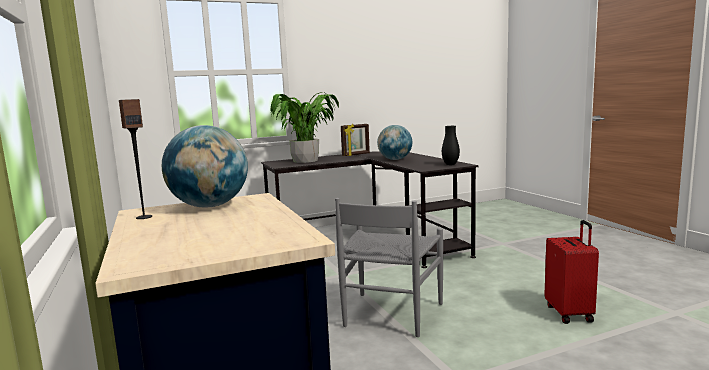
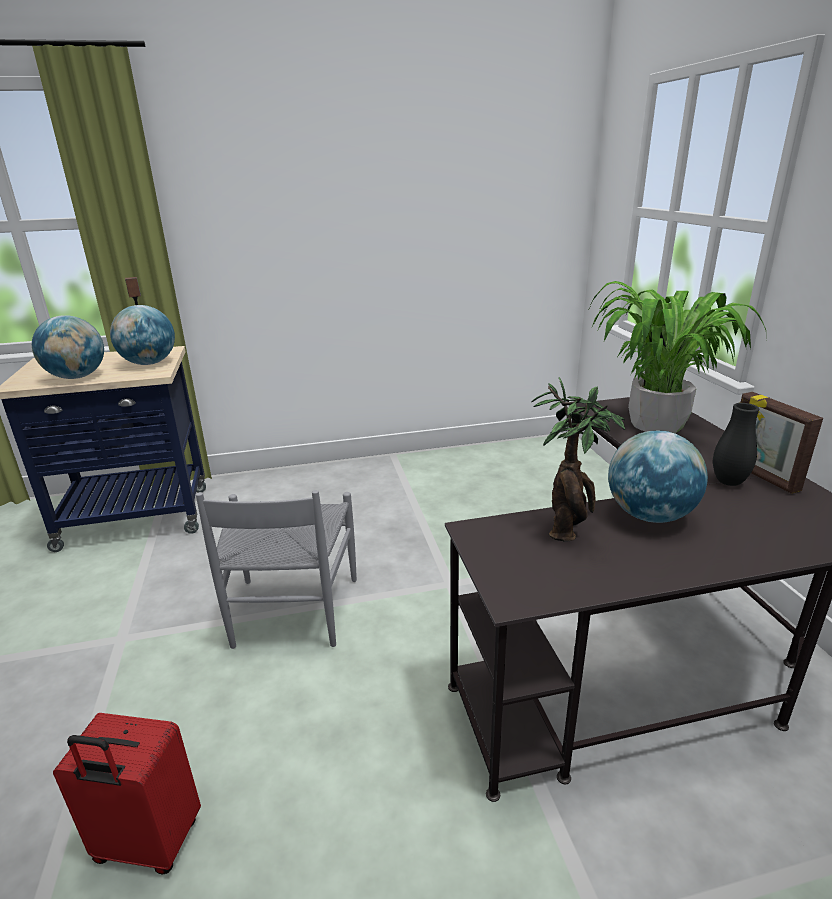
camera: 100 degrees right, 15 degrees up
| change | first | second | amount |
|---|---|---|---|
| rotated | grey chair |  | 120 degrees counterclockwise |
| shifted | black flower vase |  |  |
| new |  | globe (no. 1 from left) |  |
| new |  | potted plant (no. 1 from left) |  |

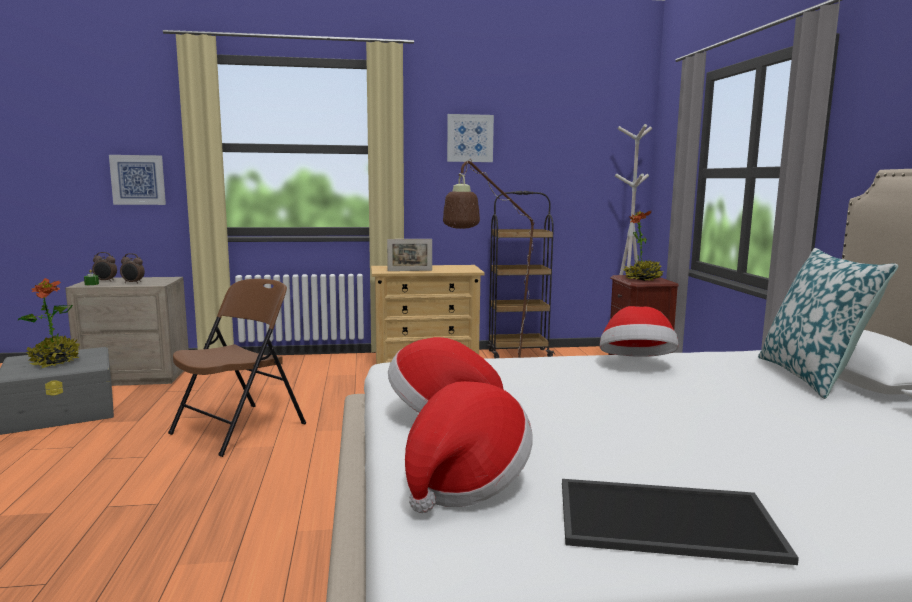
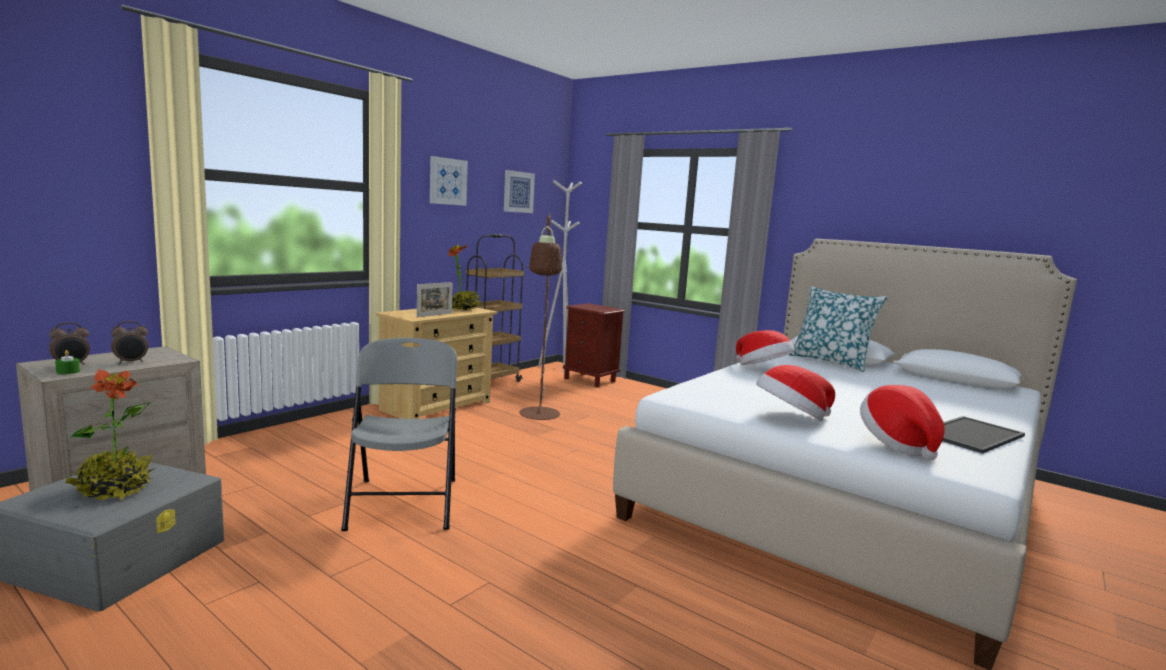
camera: 45 degrees left, 0 degrees up
| change | first | second | amount |
|---|---|---|---|
| shifted | wall art (no. 1 from left in the first image) | wall art (no. 2 from left) |  |
| repainted | brown-coloured chair | grey chair |  |
| shifted | potted plant (no. 2 from left) |  |  |

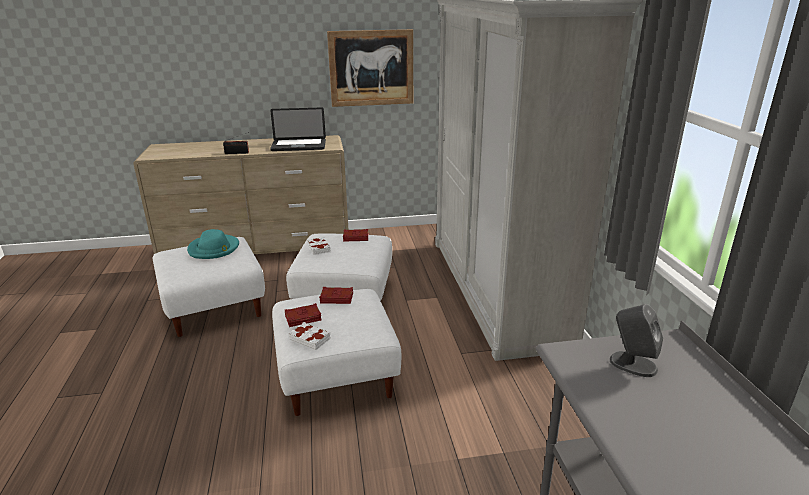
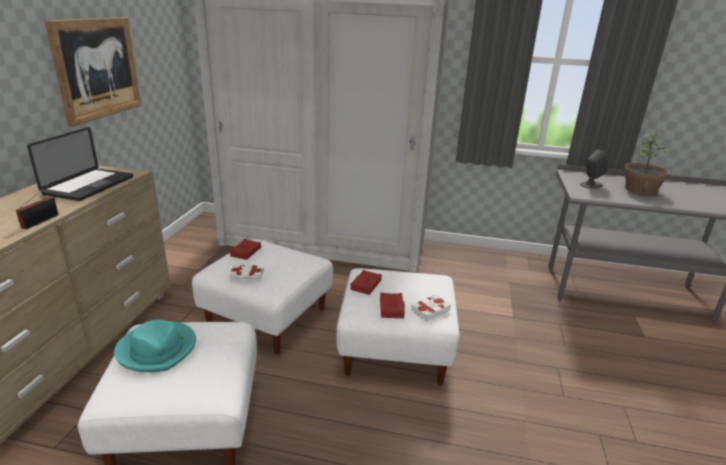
camera: 70 degrees left, 0 degrees up
| change | first | second | amount |
|---|---|---|---|
| new |  | potted plant |  |

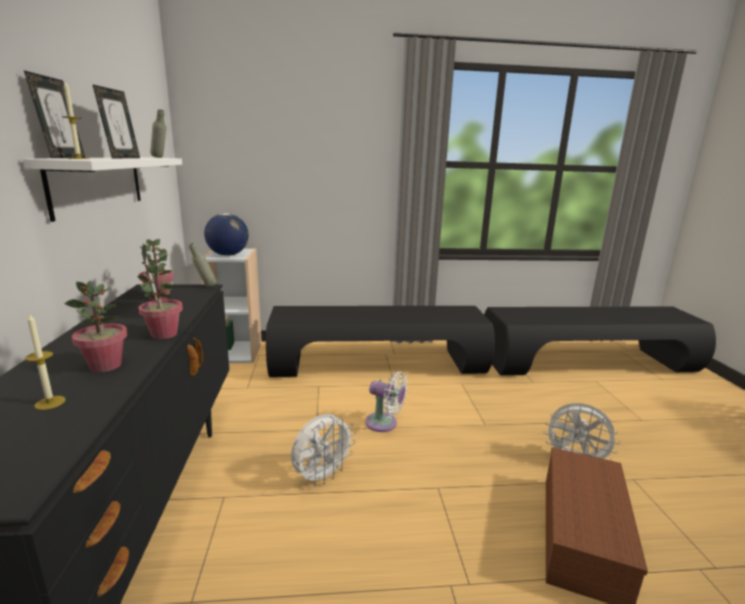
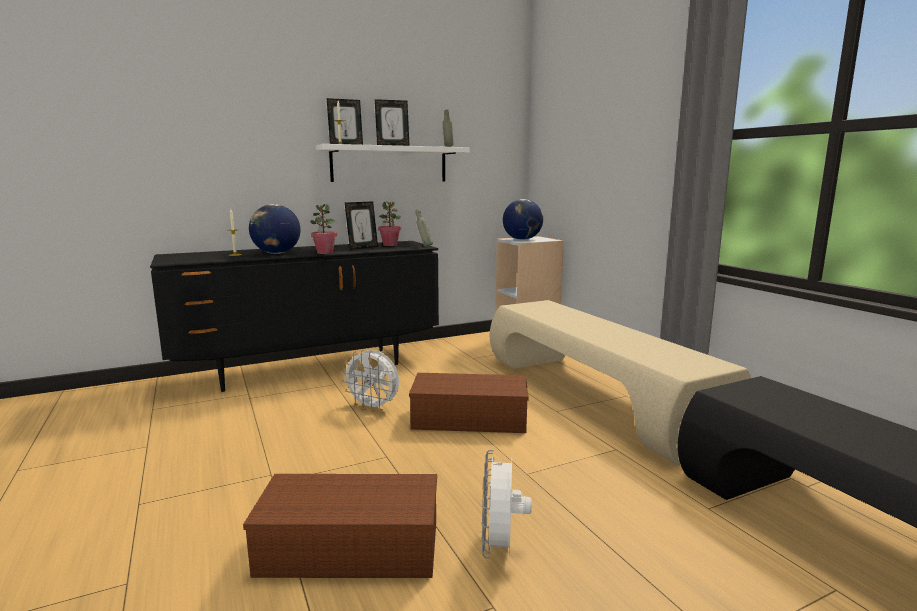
camera: 70 degrees right, 5 degrees down
| change | first | second | amount |
|---|---|---|---|
| swapped | potted plant (no. 1 from left) | globe (no. 1 from left) |  |
| repainted | black bench (no. 1 from left) | sand-coloured bench |  |
| swapped | whitish fan (no. 2 from left) | brown-coloured storage box (no. 2 from left) |  |

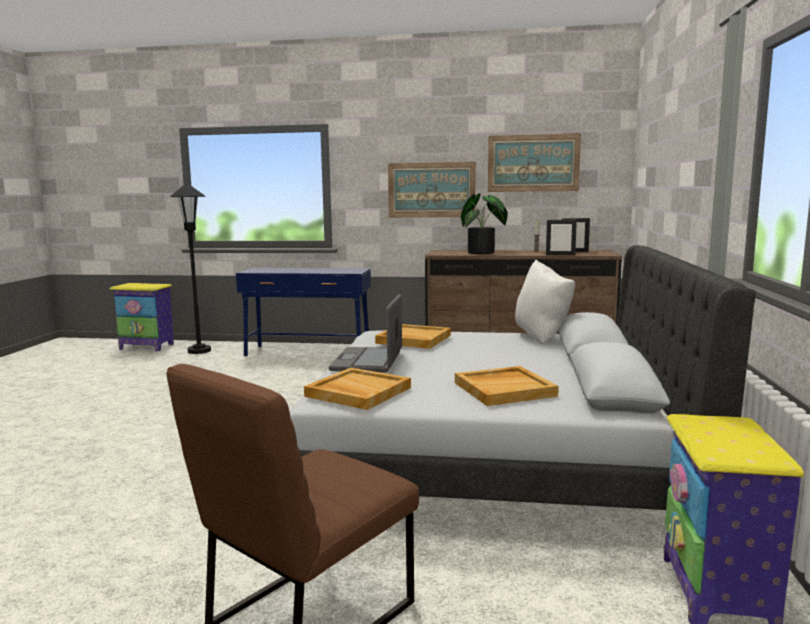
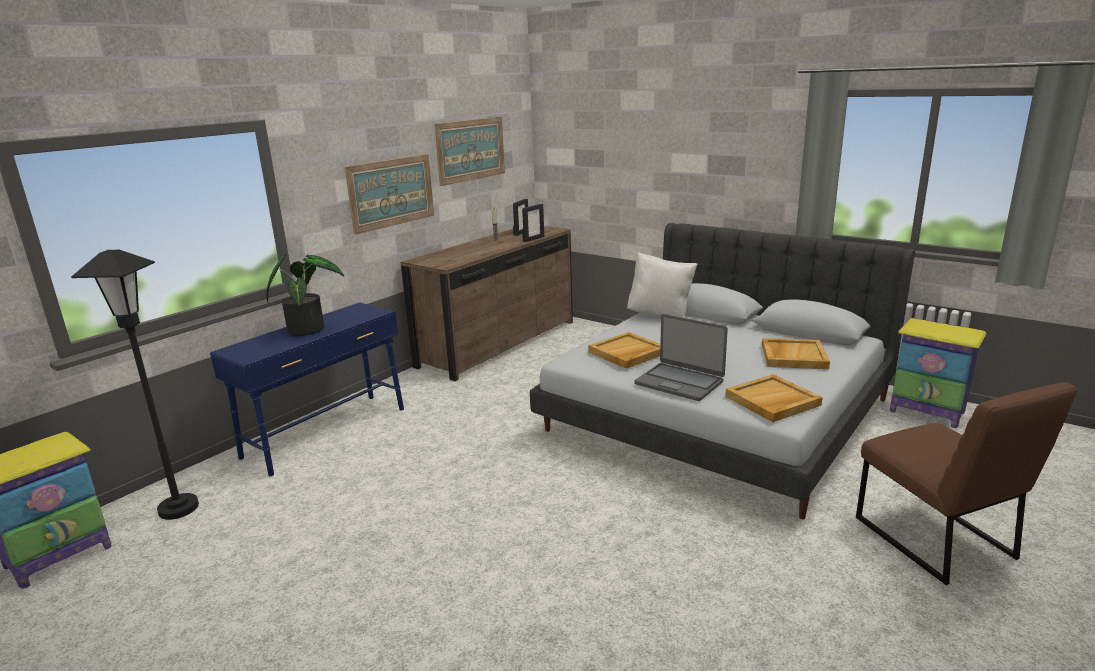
camera: 60 degrees left, 10 degrees up
| change | first | second | amount |
|---|---|---|---|
| shifted | potted plant |  |  |

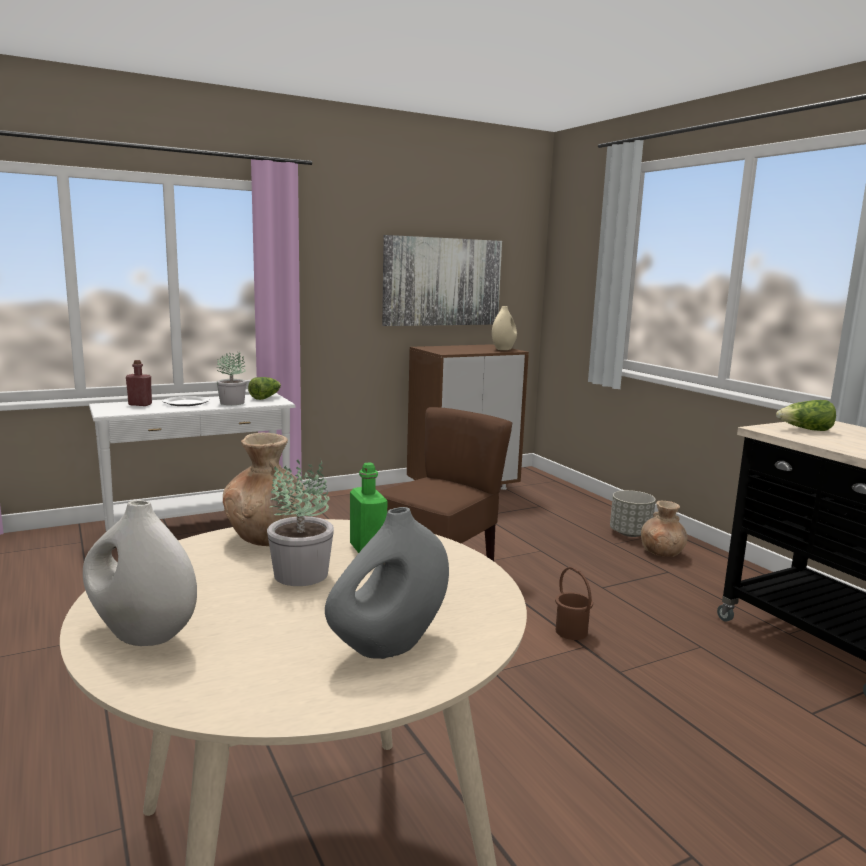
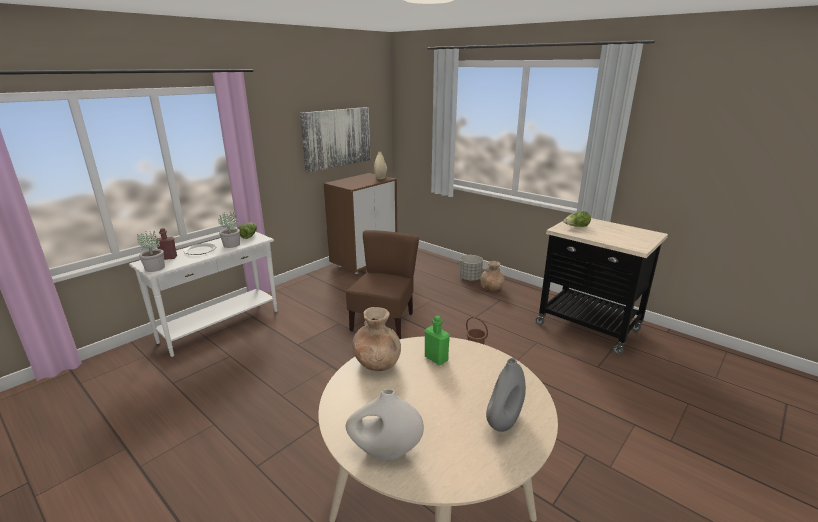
camera: 20 degrees left, 10 degrees up
| change | first | second | amount |
|---|---|---|---|
| shifted | potted plant (no. 2 from left in the first image) | potted plant (no. 1 from left) |  |

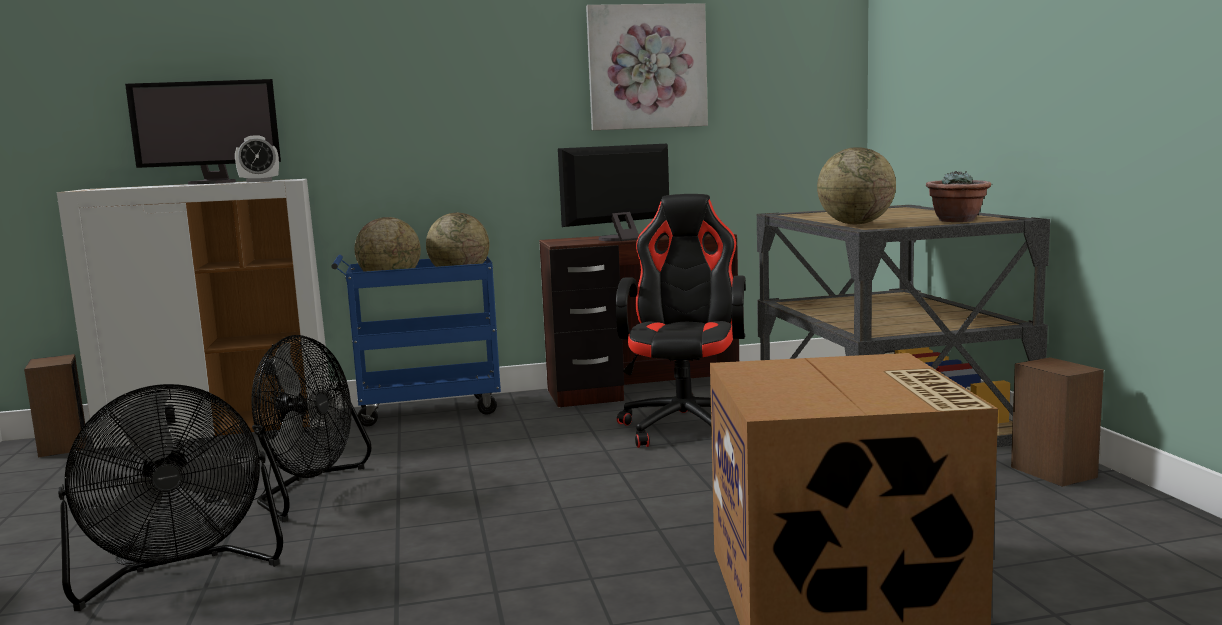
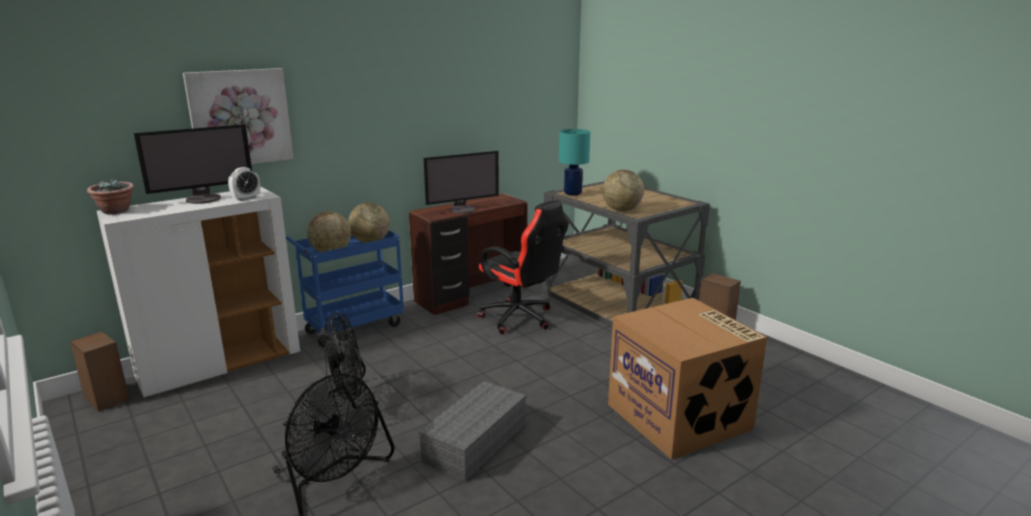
camera: 25 degrees left, 10 degrees up
| change | first | second | amount |
|---|---|---|---|
| rotated | computer screen (no. 2 from left) |  | 150 degrees counterclockwise |
| shifted | wall art |  |  |
| rotated | black computer chair |  | 150 degrees clockwise |
| shifted | potted plant |  |  |
| new |  | grey storage box |  |
| new |  | turquoise lamp for a table |  |

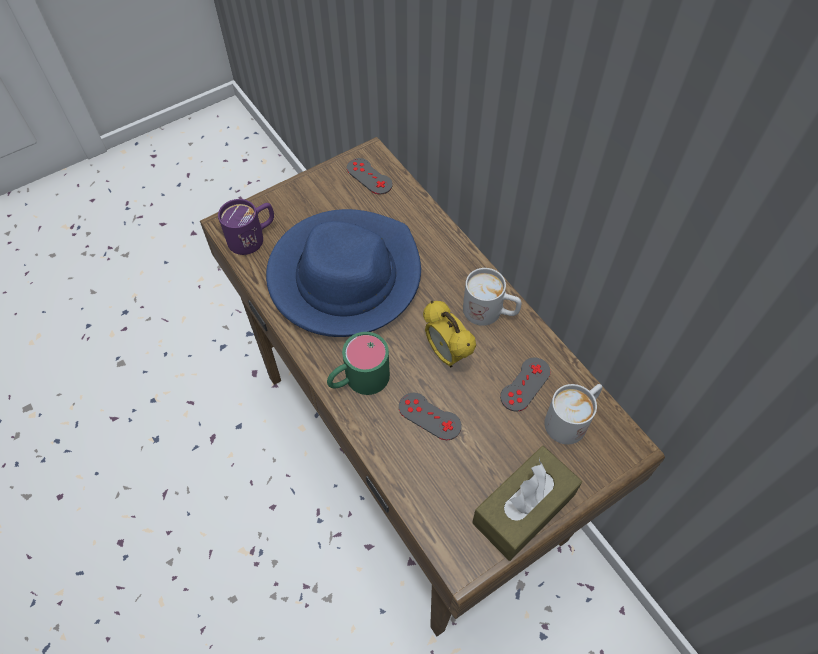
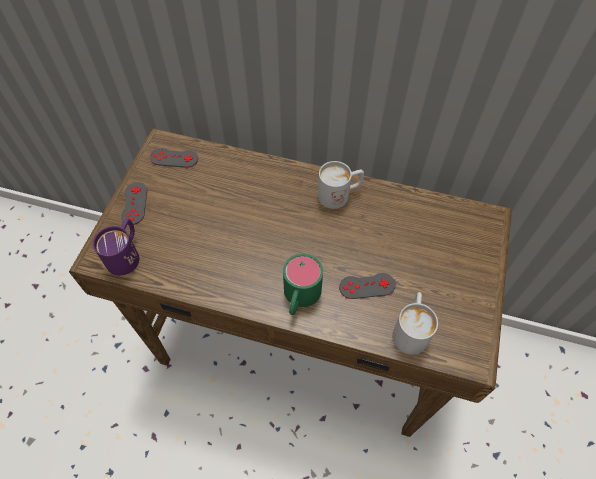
camera: 40 degrees left, 0 degrees up
| change | first | second | amount |
|---|---|---|---|
| gone | blue-coloured hat |  |  |
| gone | table clock |  |  |
| gone | brown-coloured tissue holder |  |  |
| shifted | grey gamepad (no. 3 from left in the first image) | grey gamepad (no. 1 from left) |  |
| shifted | whitish mug (no. 2 from left) |  |  |

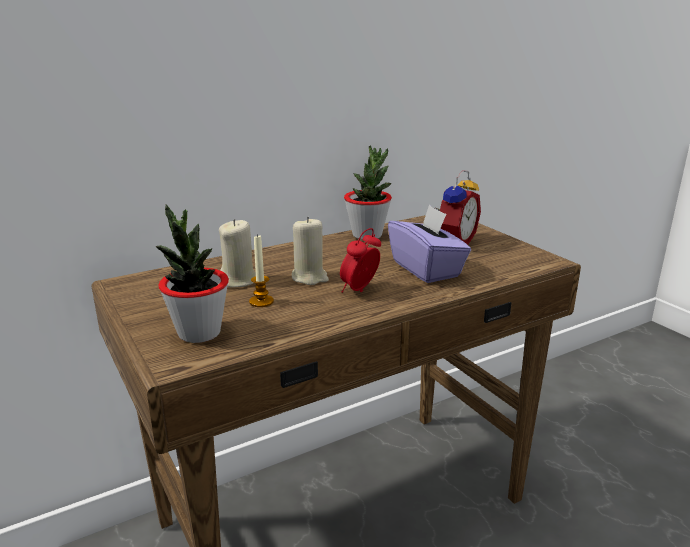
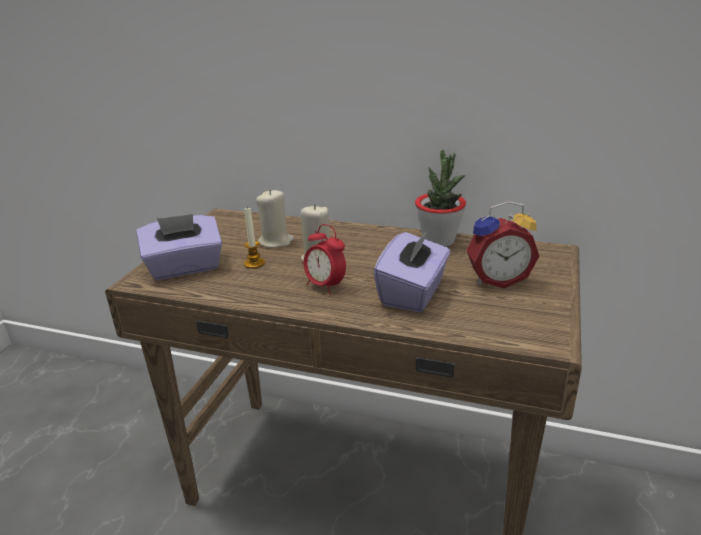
camera: 50 degrees right, 5 degrees up
| change | first | second | amount |
|---|---|---|---|
| swapped | potted plant (no. 1 from left) | purple tissue holder (no. 1 from left) |  |
| rotated | table clock (no. 1 from left) |  | 135 degrees counterclockwise |

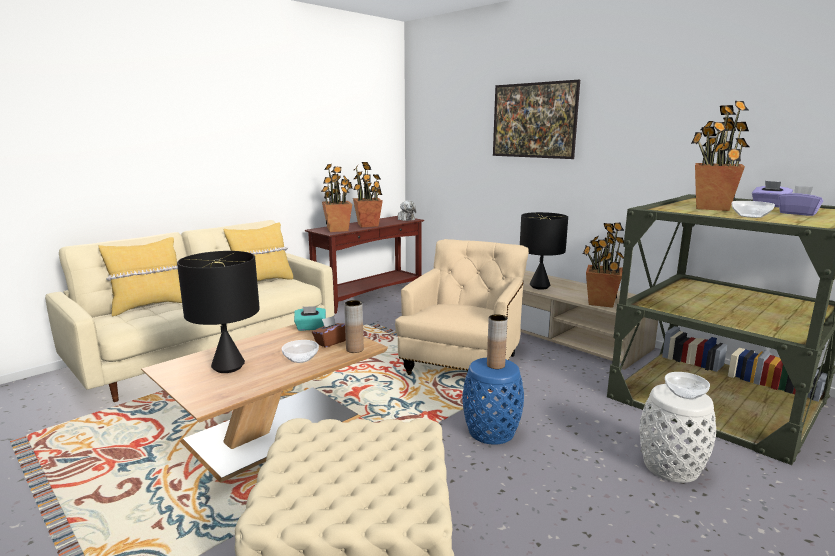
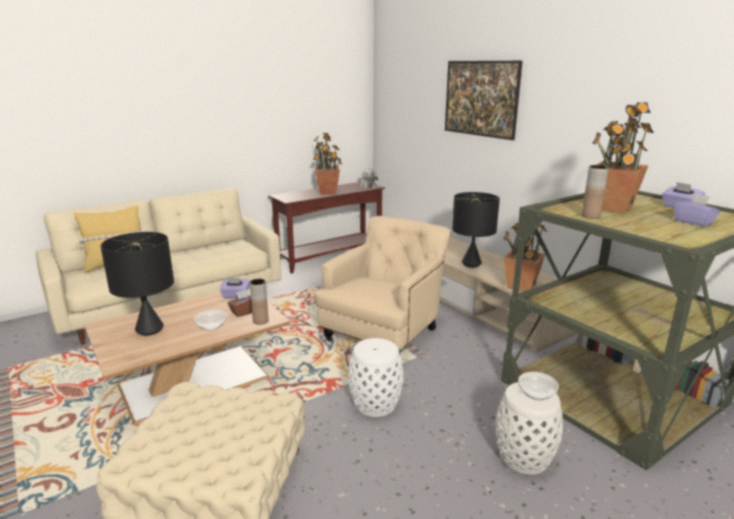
camera: 10 degrees right, 5 degrees up
| change | first | second | amount |
|---|---|---|---|
| gone | yellowish cushion (no. 2 from left) |  |  |
| repainted | turquoise tissue holder | purple tissue holder (no. 1 from left) |  |
| gone | potted plant (no. 1 from left) |  |  |
| repainted | blue-coloured sitting stool | whitish sitting stool (no. 1 from left) |  |
| shifted | brown-coloured flower vase (no. 2 from left) |  |  |
| gone | deep dish (no. 3 from left) |  |  |

